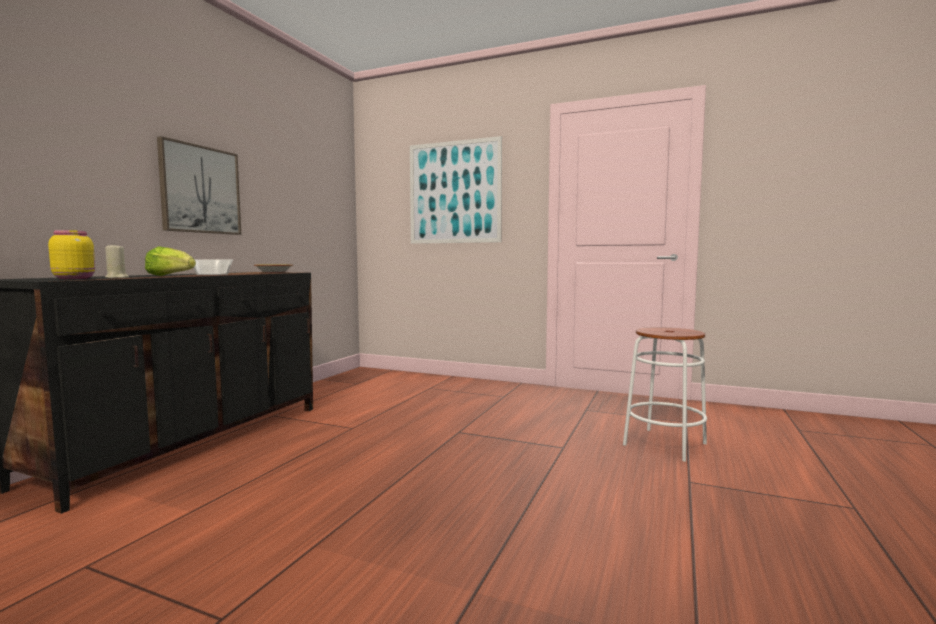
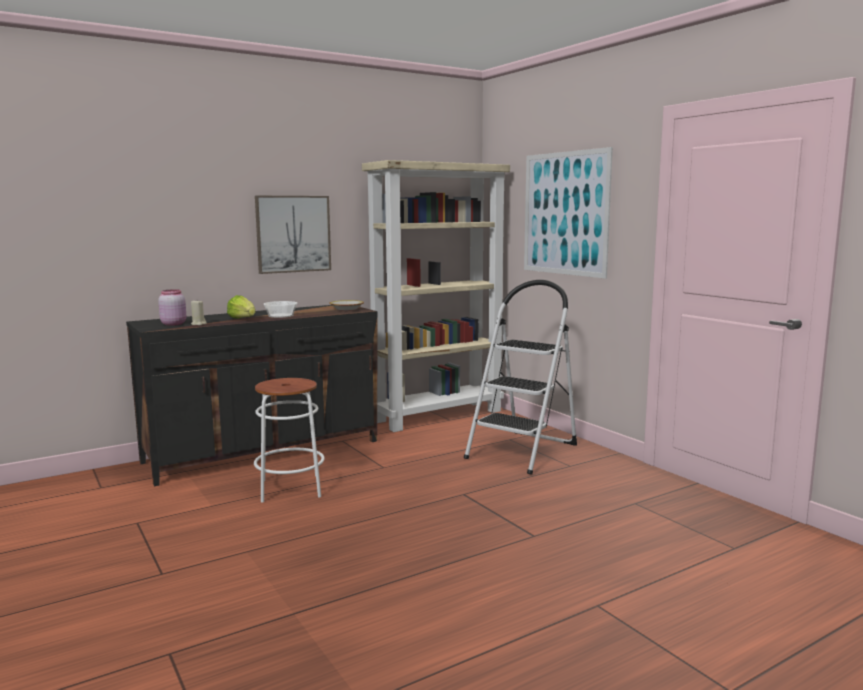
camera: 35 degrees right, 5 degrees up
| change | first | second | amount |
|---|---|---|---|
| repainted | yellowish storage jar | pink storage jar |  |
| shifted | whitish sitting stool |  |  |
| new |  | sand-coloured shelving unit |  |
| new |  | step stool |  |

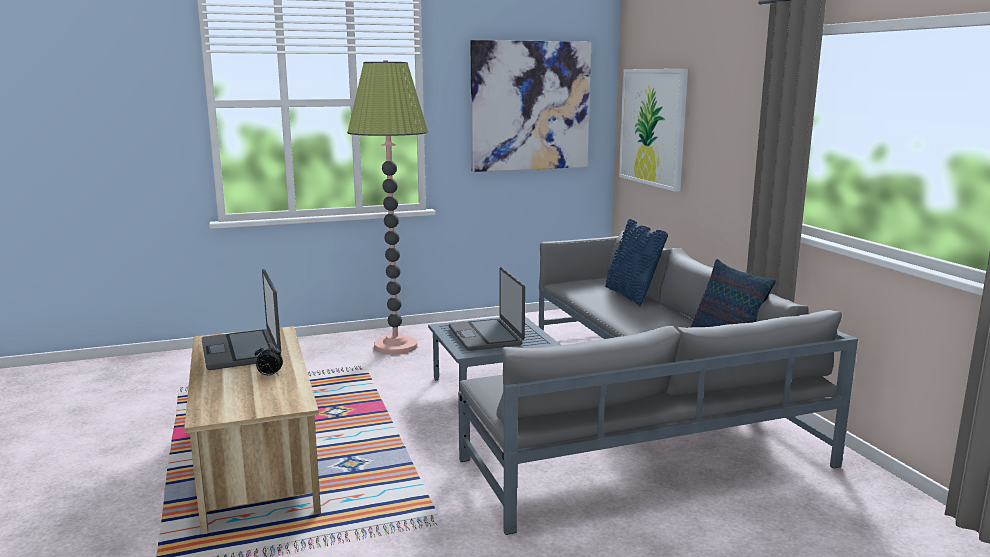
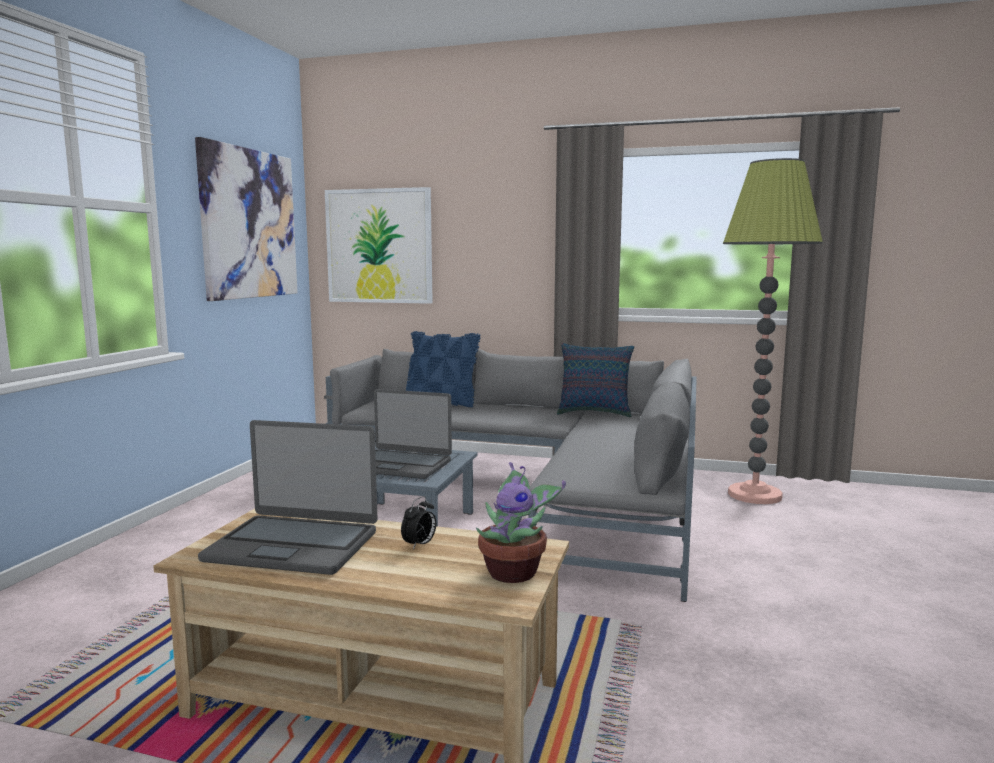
camera: 55 degrees left, 5 degrees down
| change | first | second | amount |
|---|---|---|---|
| shifted | standard lamp |  |  |
| new |  | potted plant |  |

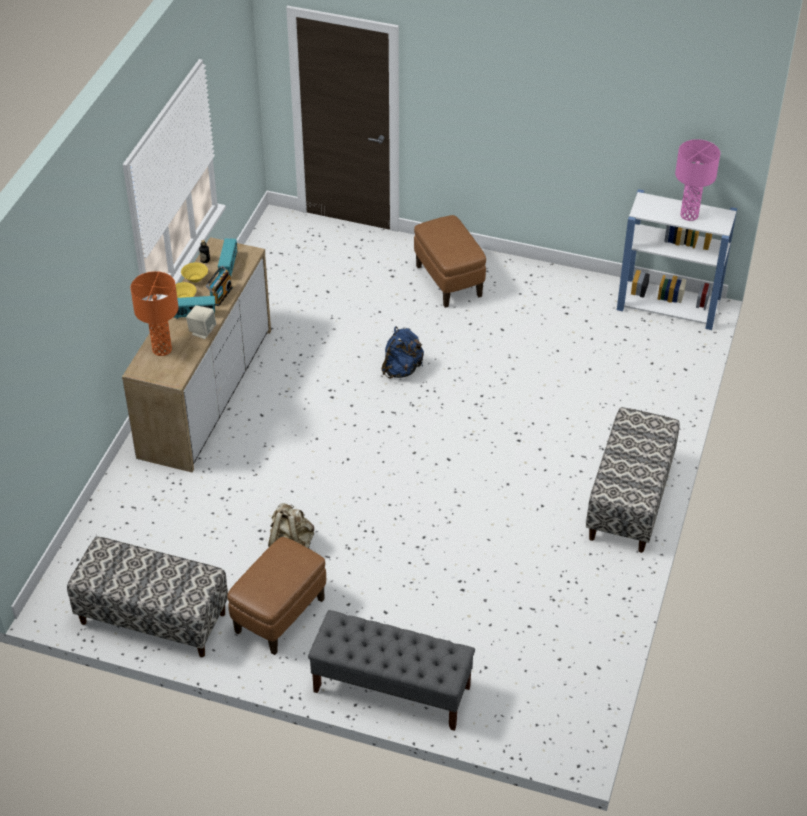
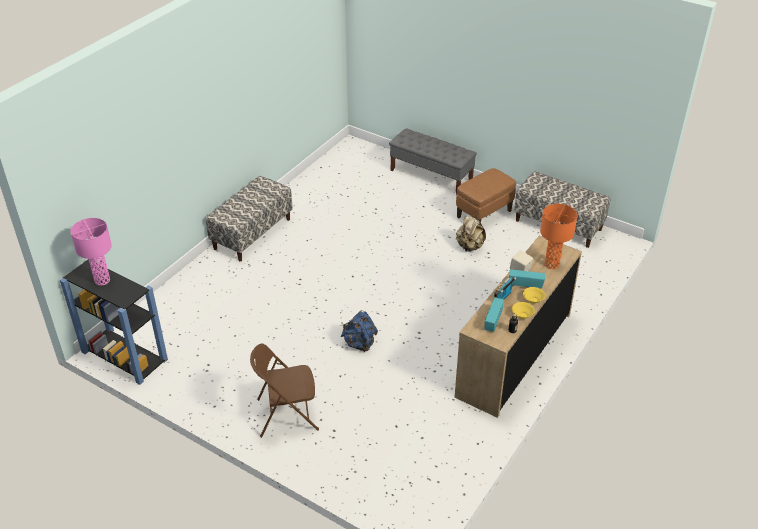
camera: 165 degrees left, 5 degrees down
| change | first | second | amount |
|---|---|---|---|
| swapped | brown-coloured footrest (no. 2 from left) | brown-coloured chair |  |
| repainted | whitish shelving unit | black shelving unit |  |

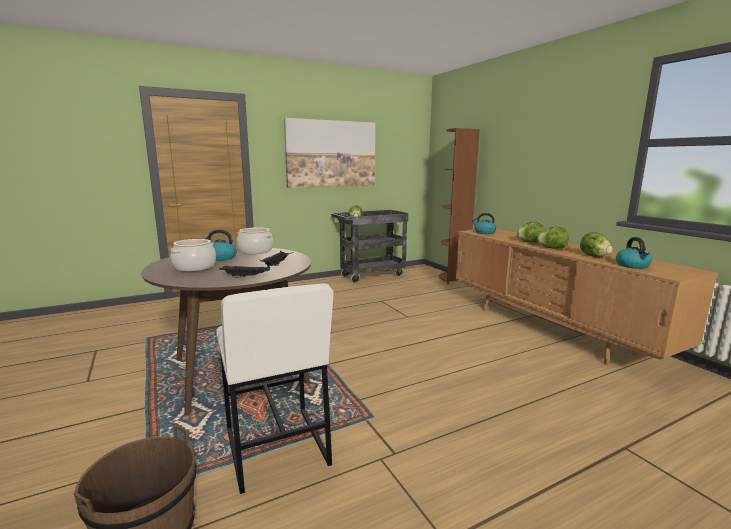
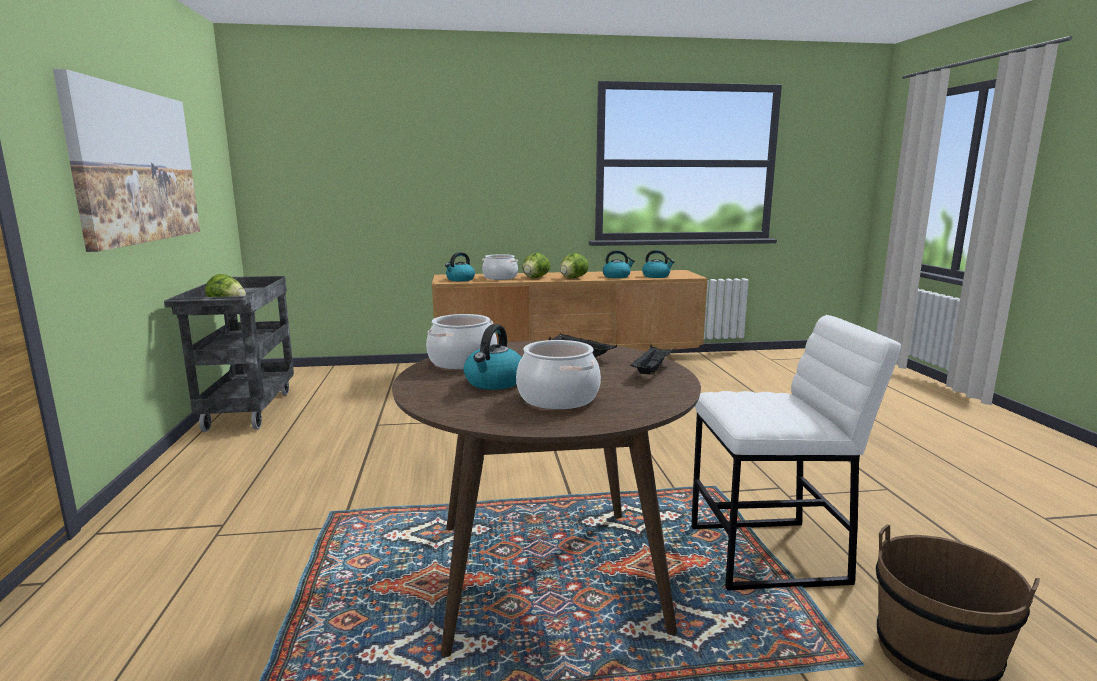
camera: 70 degrees left, 0 degrees up
| change | first | second | amount |
|---|---|---|---|
| gone | brown-coloured shelving unit |  |  |
| swapped | head of lettuce (no. 4 from left) | tea kettle (no. 3 from left) |  |
| new |  | stockpot (no. 2 from left) |  |

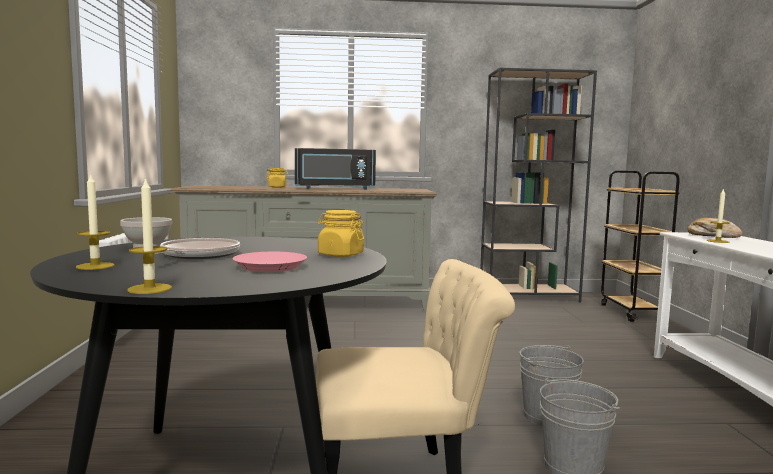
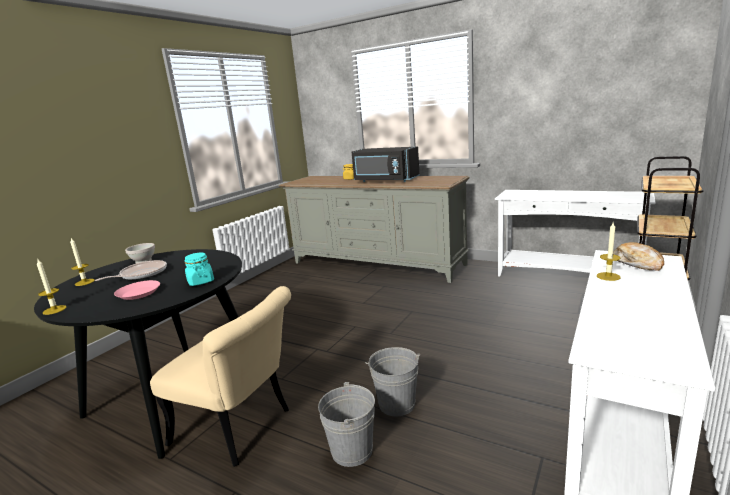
camera: 35 degrees right, 10 degrees up
| change | first | second | amount |
|---|---|---|---|
| repainted | yellowish storage jar (no. 2 from left) | turquoise storage jar |  |
| swapped | shelving unit | whitish hall table (no. 1 from left) |  |

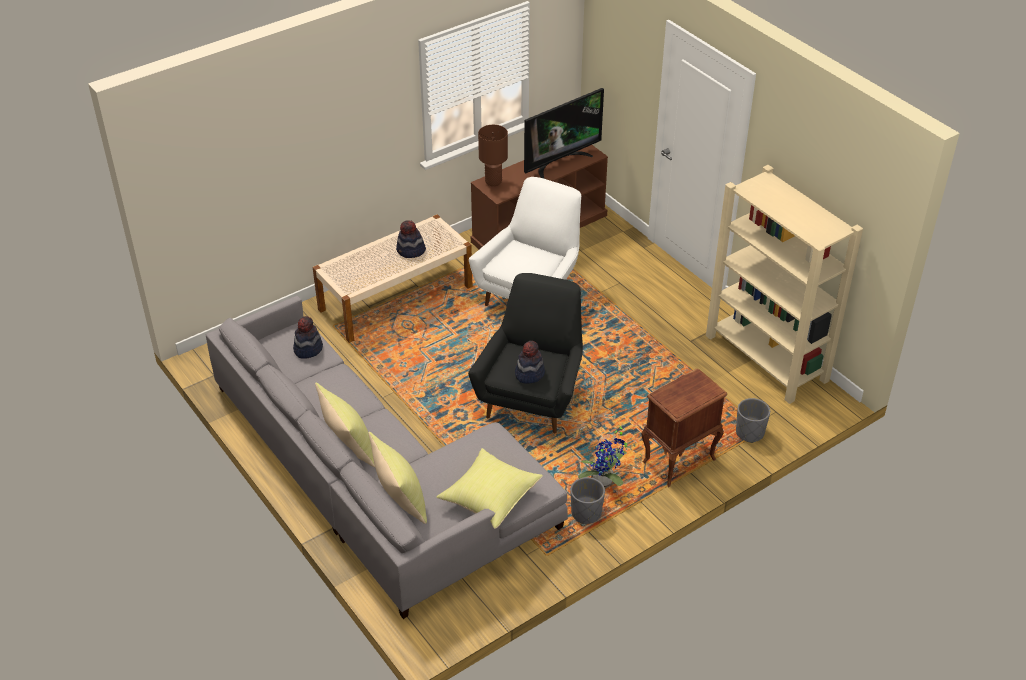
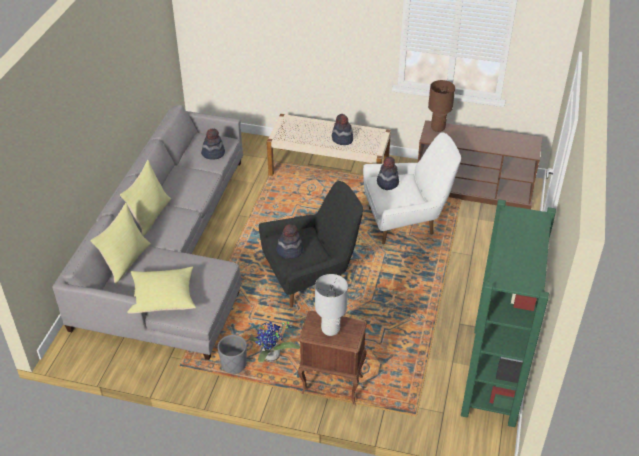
camera: 50 degrees right, 0 degrees up
| change | first | second | amount |
|---|---|---|---|
| gone | TV set |  |  |
| repainted | sand-coloured shelving unit | green shelving unit |  |
| gone | grey flower pot (no. 2 from left) |  |  |
| new |  | grey lamp for a table |  |
| new |  | hat (no. 4 from left) |  |

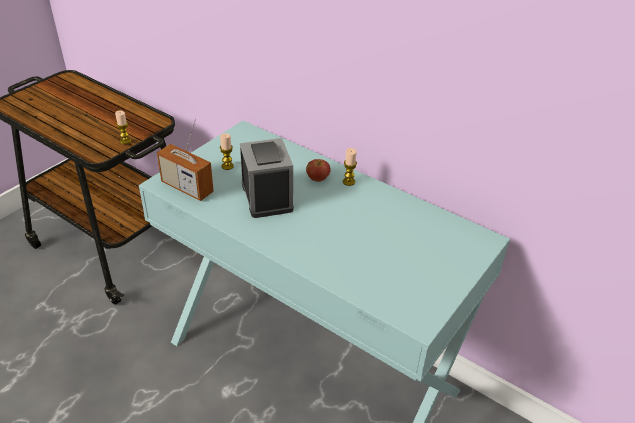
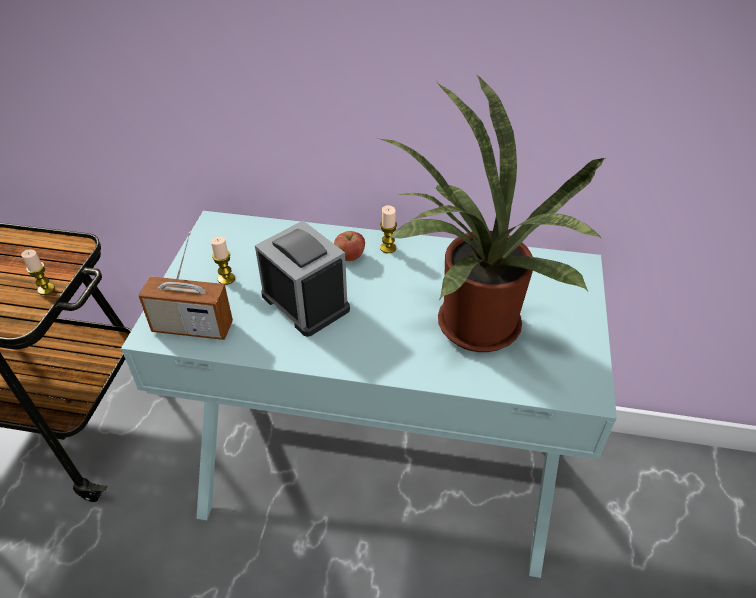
camera: 25 degrees left, 5 degrees up
| change | first | second | amount |
|---|---|---|---|
| new |  | potted plant |  |

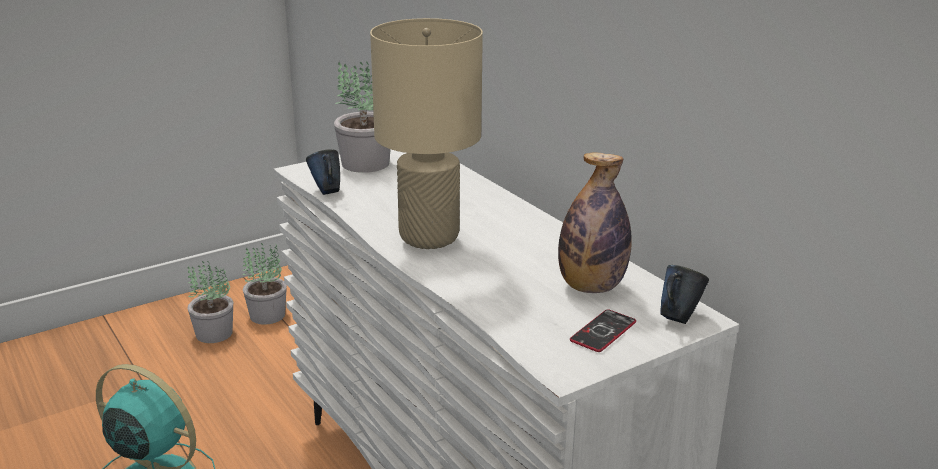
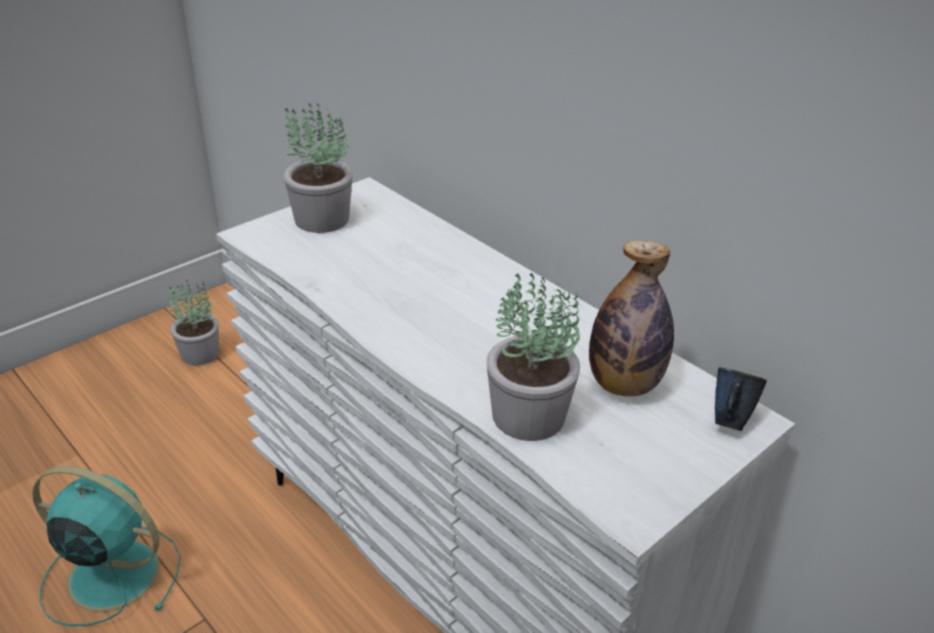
camera: 10 degrees left, 10 degrees up
| change | first | second | amount |
|---|---|---|---|
| shifted | potted plant (no. 1 from left in the first image) | potted plant (no. 3 from left) |  |
| gone | blue-coloured mug (no. 1 from left) |  |  |
| gone | sand-coloured lamp for a table |  |  |
| gone | handset |  |  |

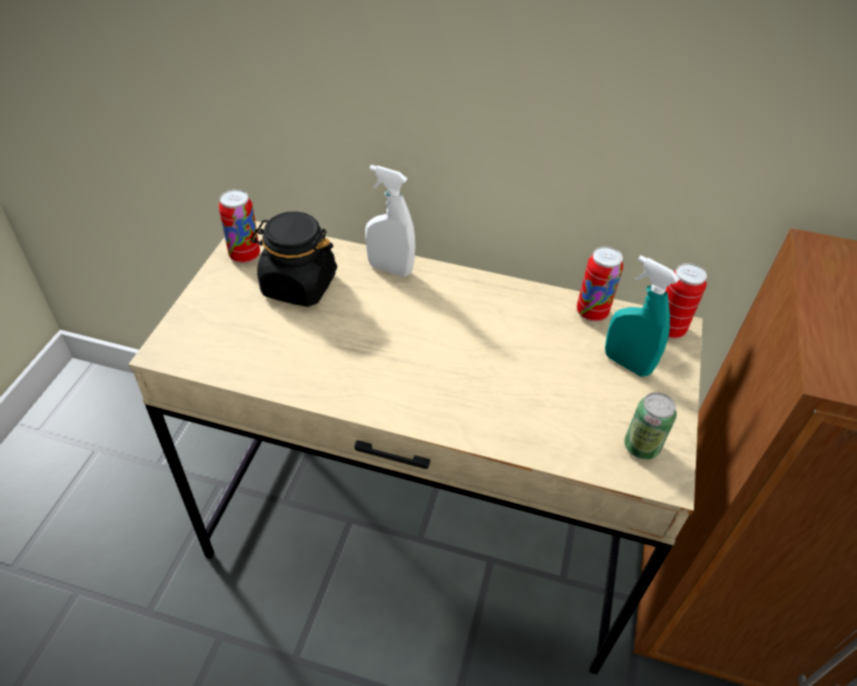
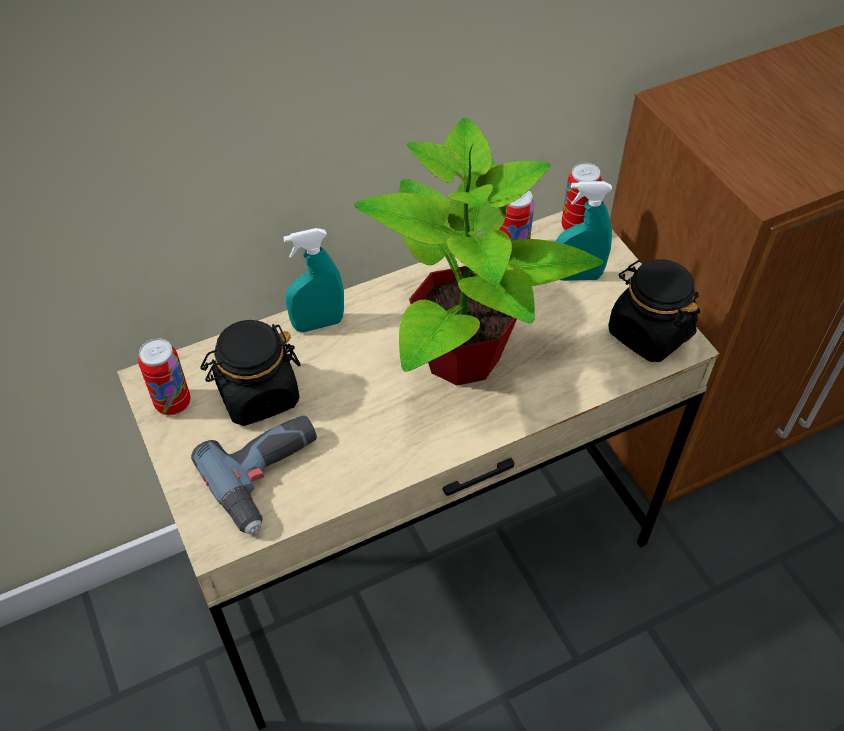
camera: 40 degrees left, 5 degrees up
| change | first | second | amount |
|---|---|---|---|
| repainted | whitish spray bottle | turquoise spray bottle (no. 1 from left) |  |
| swapped | can (no. 3 from left) | black storage jar (no. 2 from left) |  |
| new |  | power drill |  |
| new |  | potted plant |  |

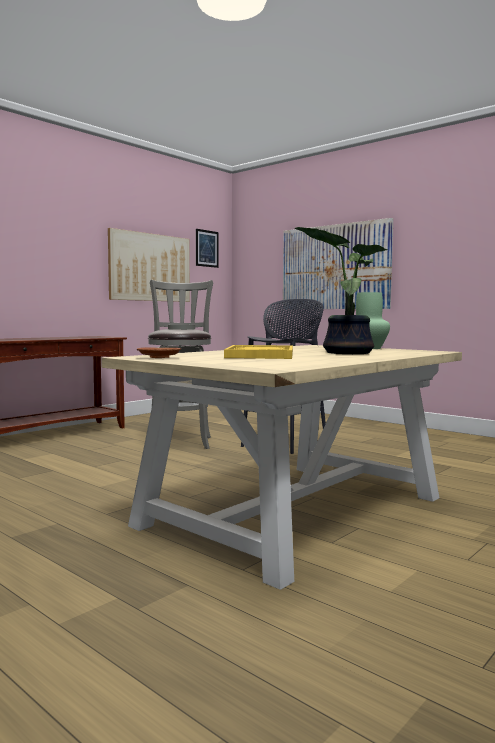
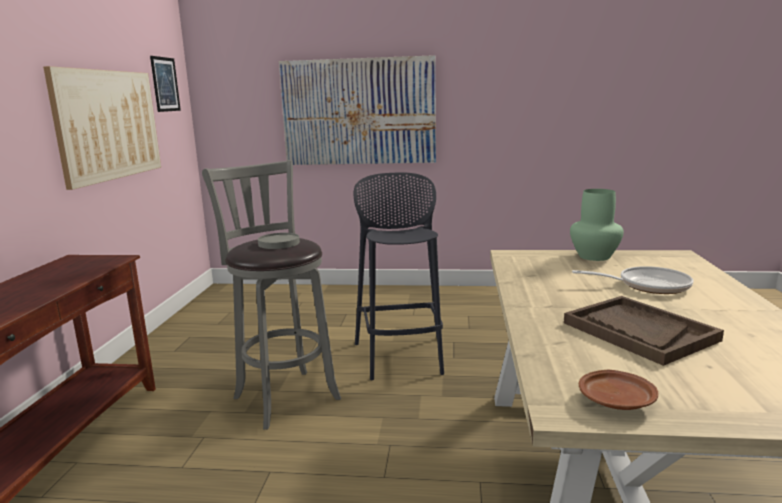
camera: 35 degrees left, 10 degrees up
| change | first | second | amount |
|---|---|---|---|
| repainted | yellowish serving tray | brown-coloured serving tray |  |
| swapped | potted plant | frying pan |  |

